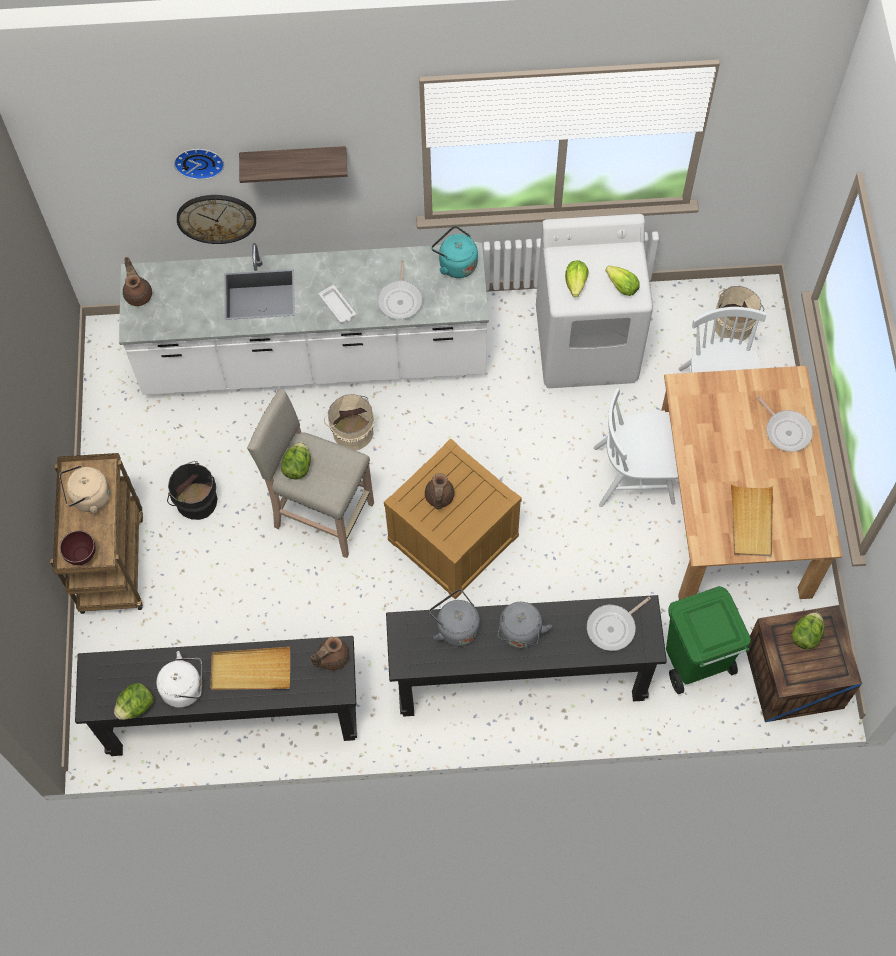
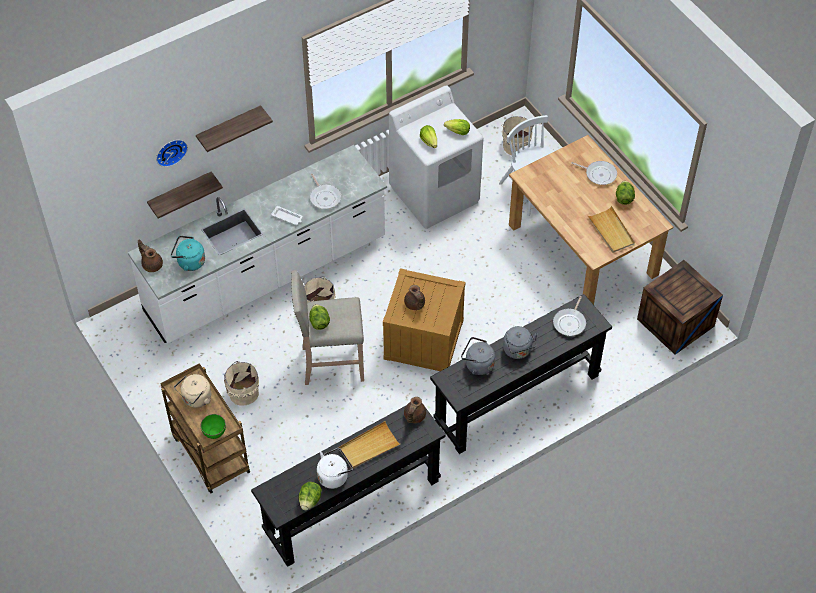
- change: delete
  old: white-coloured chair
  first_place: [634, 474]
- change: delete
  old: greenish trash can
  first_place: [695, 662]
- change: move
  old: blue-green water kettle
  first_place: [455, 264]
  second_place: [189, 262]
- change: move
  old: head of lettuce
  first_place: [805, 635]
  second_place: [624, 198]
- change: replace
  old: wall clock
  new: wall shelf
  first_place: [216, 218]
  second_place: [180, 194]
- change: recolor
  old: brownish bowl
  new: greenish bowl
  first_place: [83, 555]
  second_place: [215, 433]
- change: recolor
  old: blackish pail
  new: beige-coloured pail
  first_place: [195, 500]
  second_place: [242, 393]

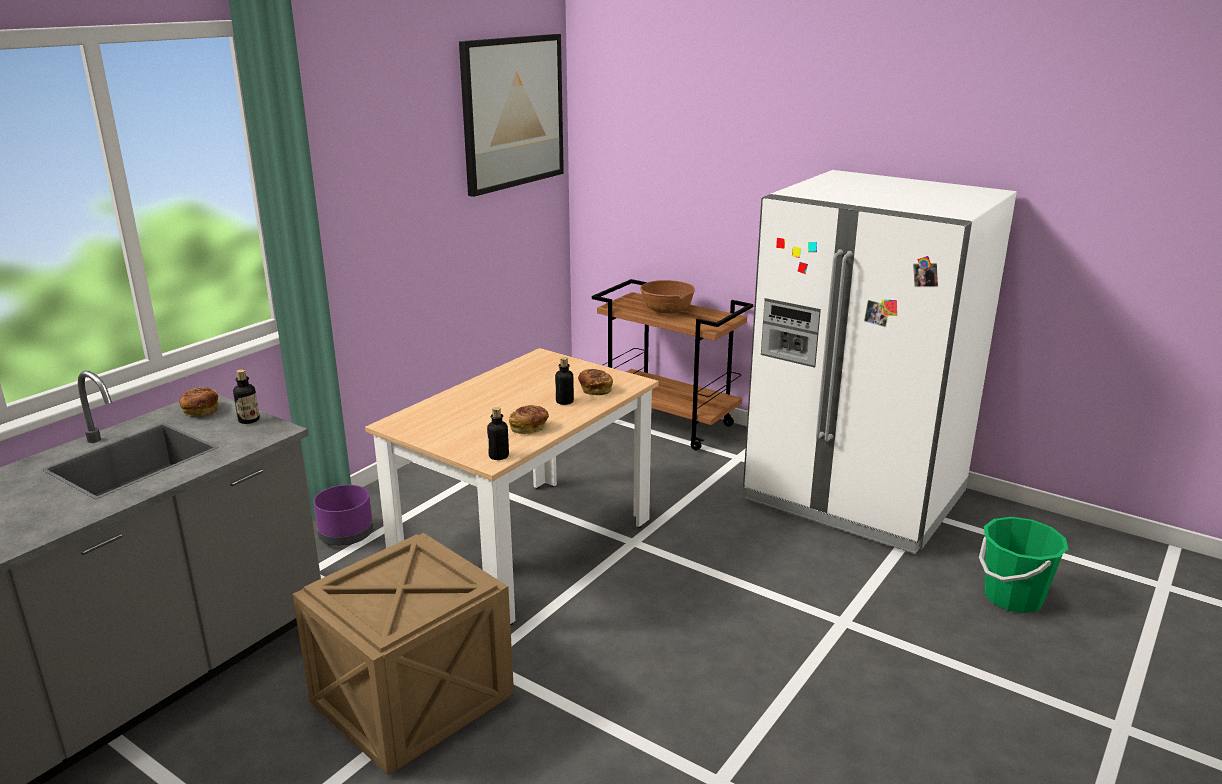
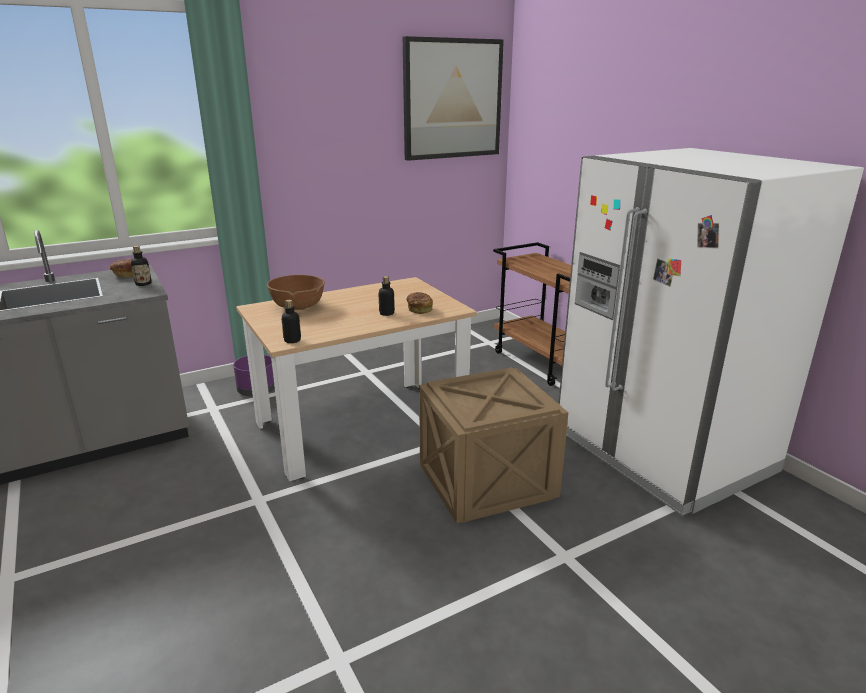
- change: delete
  old: bakery bread
  first_place: [529, 428]
- change: delete
  old: greenish pail
  first_place: [1012, 597]
- change: move
  old: crate
  first_place: [414, 699]
  second_place: [488, 482]
- change: move
  old: brownish bowl
  first_place: [667, 311]
  second_place: [298, 307]

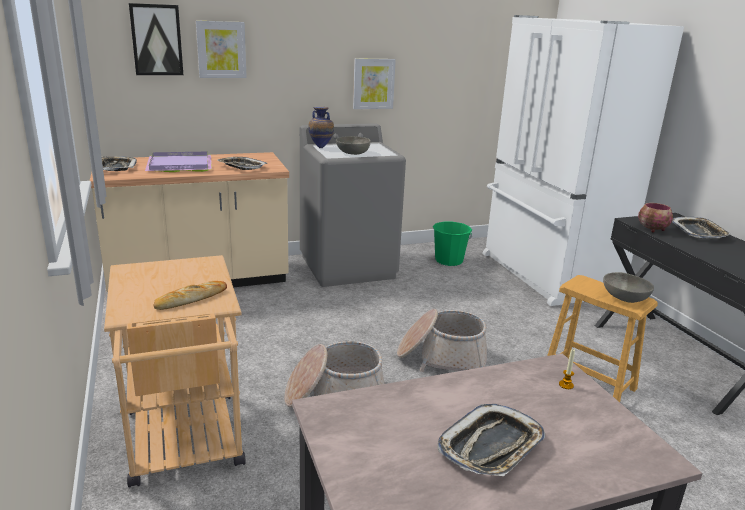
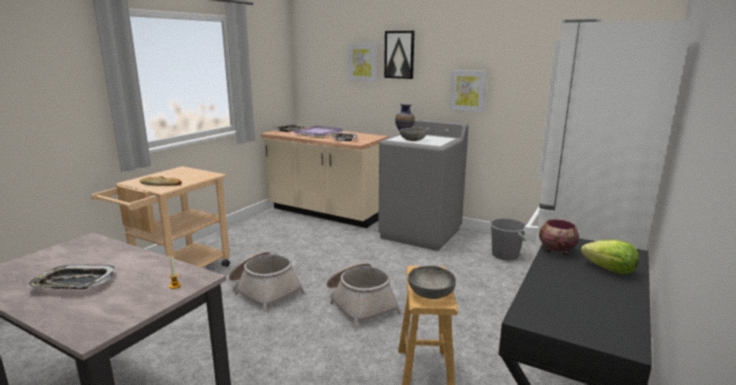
- change: move
  old: wall art
  first_place: [156, 40]
  second_place: [399, 54]
- change: replace
  old: carrying tray
  new: head of lettuce
  first_place: [698, 232]
  second_place: [609, 270]
- change: recolor
  old: greenish pail
  new: greyish pail
  first_place: [449, 261]
  second_place: [505, 255]

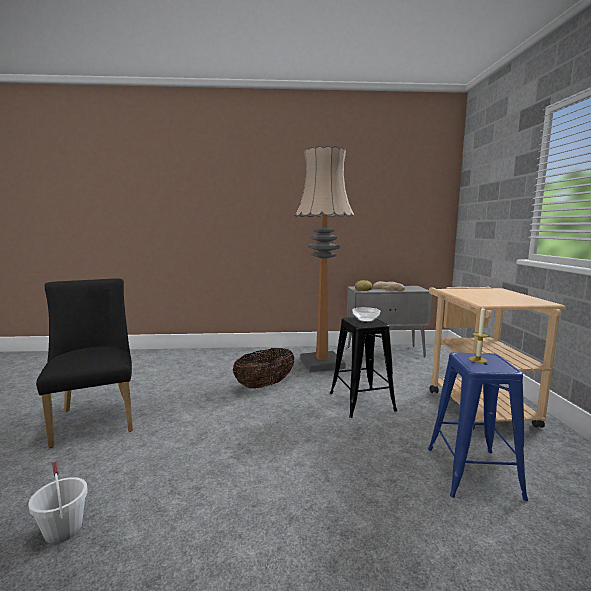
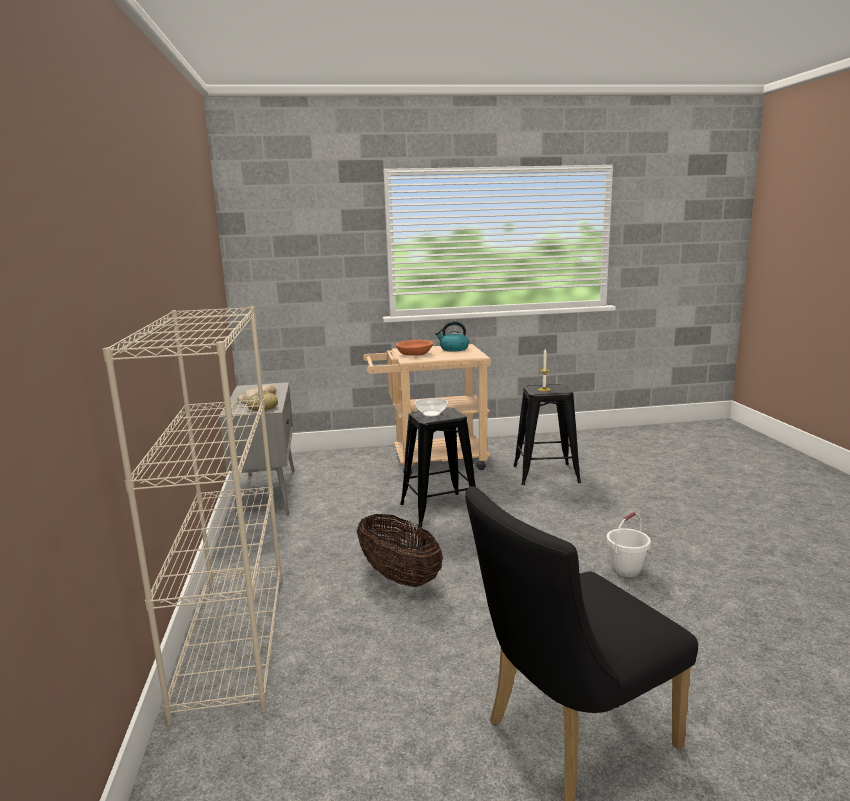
- change: delete
  old: standing lamp
  first_place: [322, 363]
- change: insert
  new: beige-coloured shelving unit
  second_place: [233, 640]
- change: insert
  new: orange-coloured bowl
  second_place: [415, 354]
- change: insert
  new: water kettle
  second_place: [453, 349]
- change: move
  old: white-coloured pail
  first_place: [63, 530]
  second_place: [626, 570]
- change: recolor
  old: blue stool seat
  new: blackish stool seat
  first_place: [472, 472]
  second_place: [546, 474]

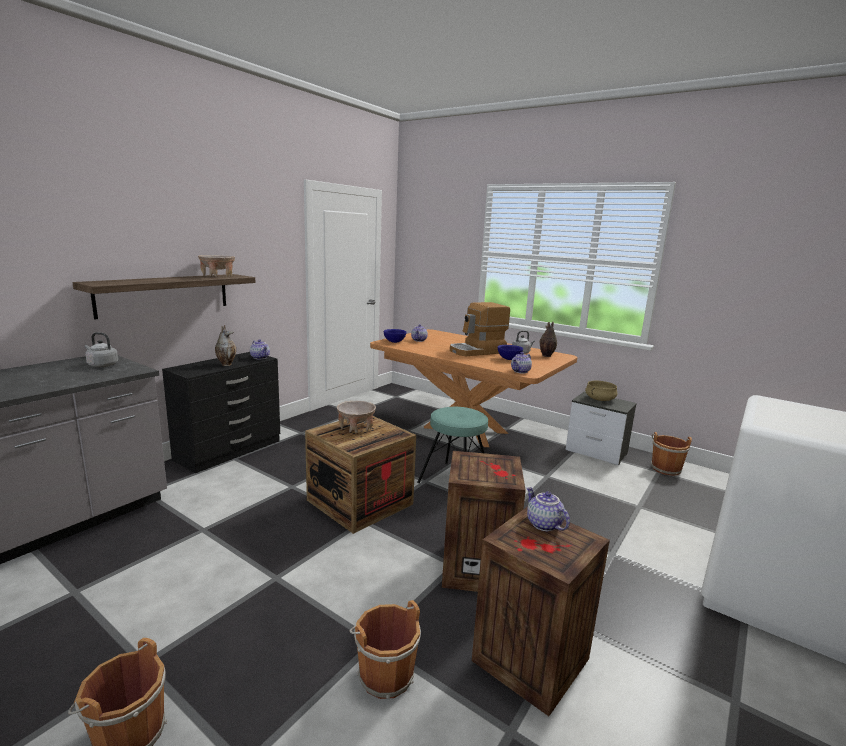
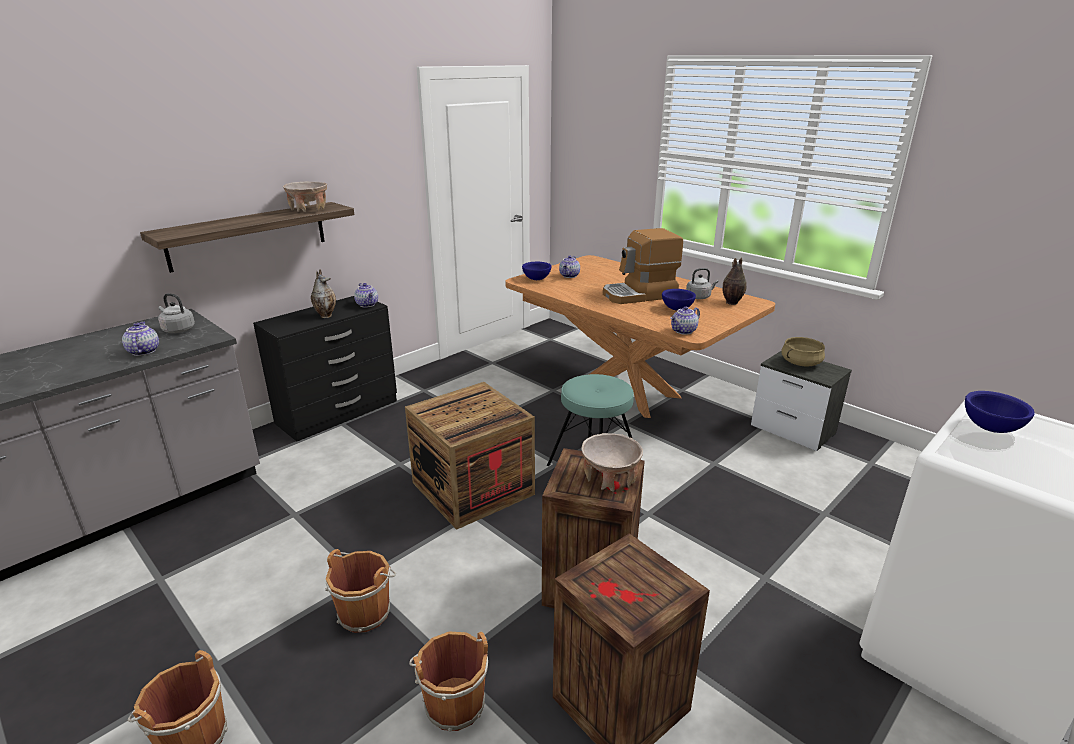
- change: insert
  new: blue bowl
  second_place: [991, 428]
- change: move
  old: beige-coloured bowl
  first_place: [356, 428]
  second_place: [610, 478]
- change: move
  old: tea pot
  first_place: [543, 524]
  second_place: [143, 351]
- change: move
  old: brownish pail
  first_place: [665, 468]
  second_place: [365, 611]

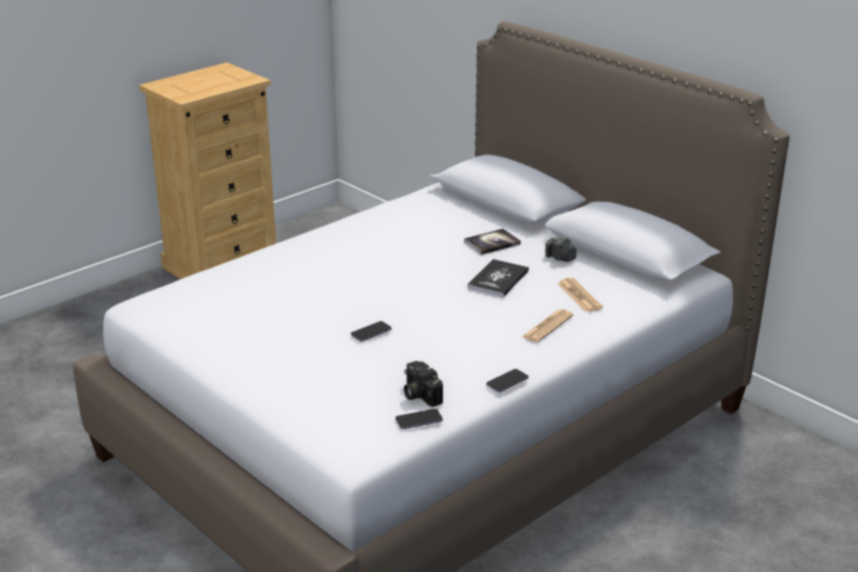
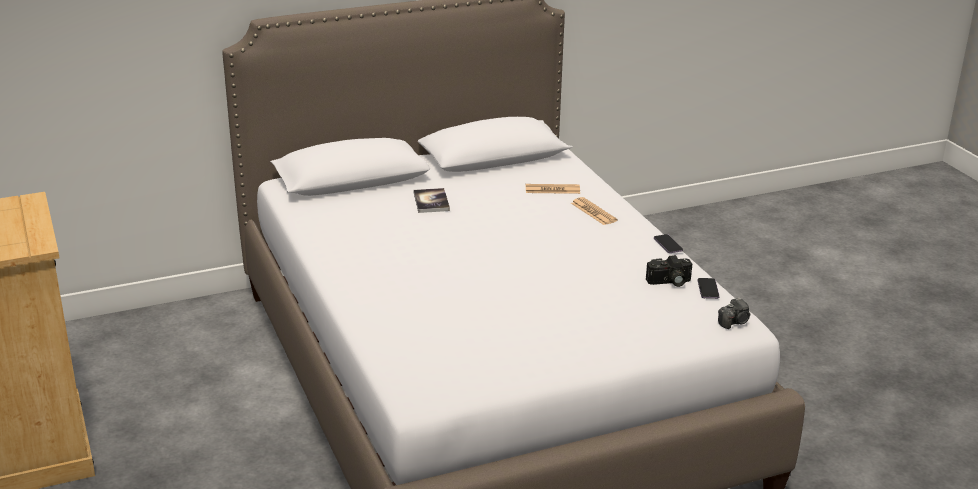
- change: delete
  old: telephone
  first_place: [371, 332]
- change: delete
  old: book
  first_place: [498, 279]
- change: move
  old: still camera
  first_place: [560, 258]
  second_place: [734, 322]

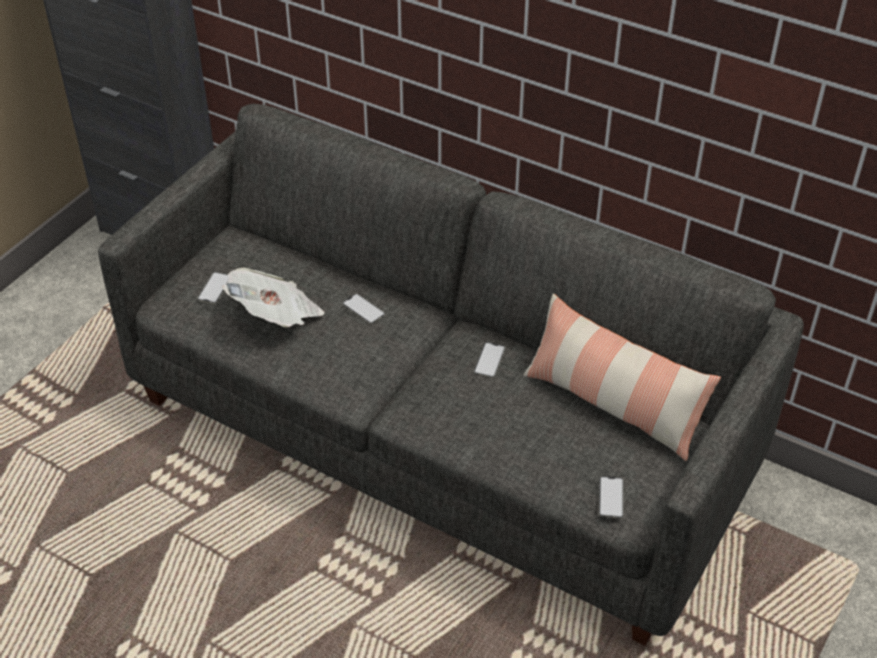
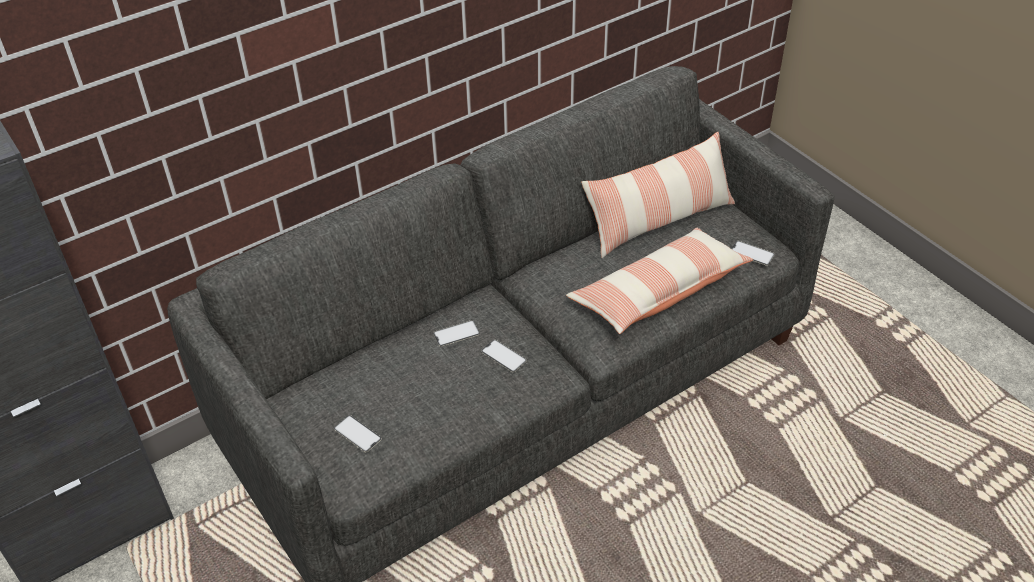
- change: delete
  old: newspaper
  first_place: [276, 316]
- change: insert
  new: cushion
  second_place: [658, 292]
- change: move
  old: telephone
  first_place: [489, 360]
  second_place: [503, 356]

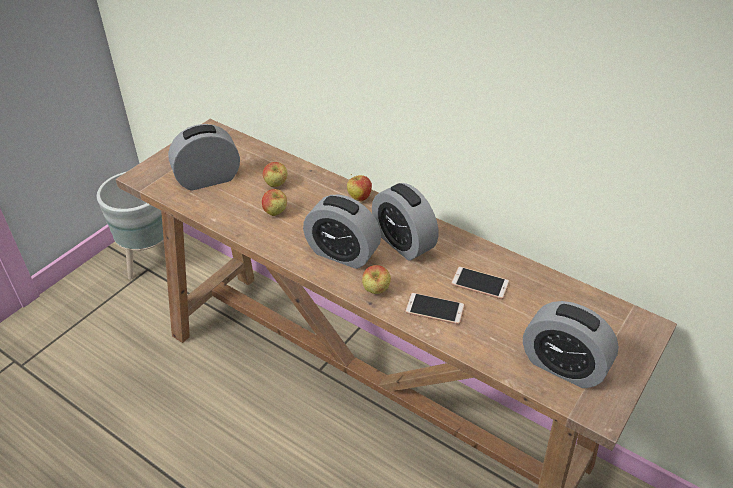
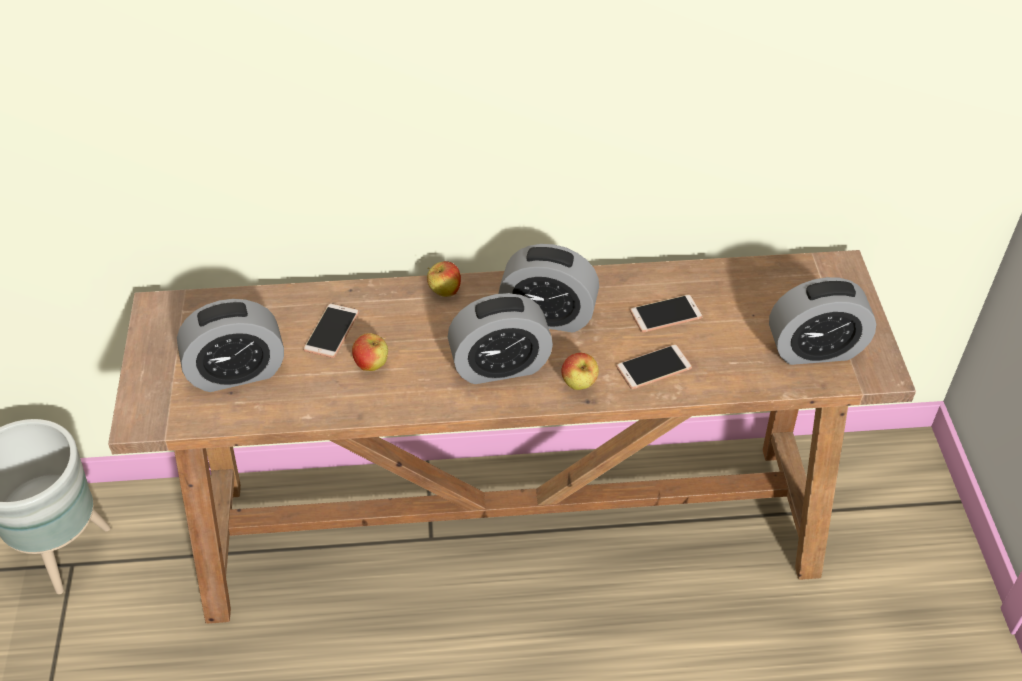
- change: replace
  old: whole apple
  new: telephone
  first_place: [276, 185]
  second_place: [331, 331]
- change: rotate
  old: alarm clock
  first_place: [208, 179]
  second_place: [237, 372]
  degrees: -135

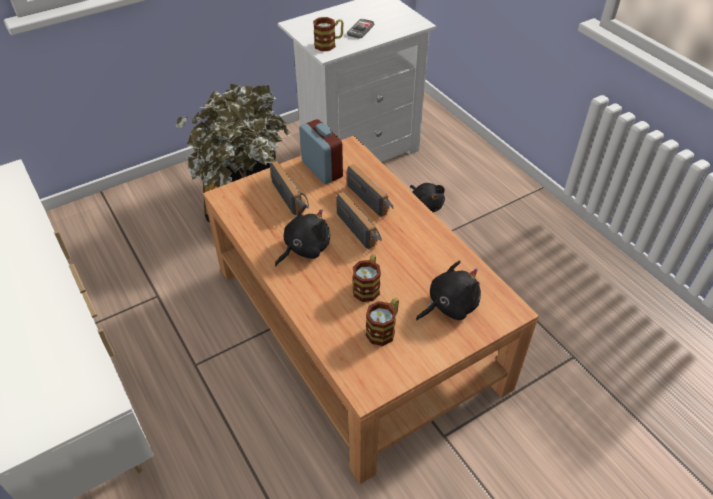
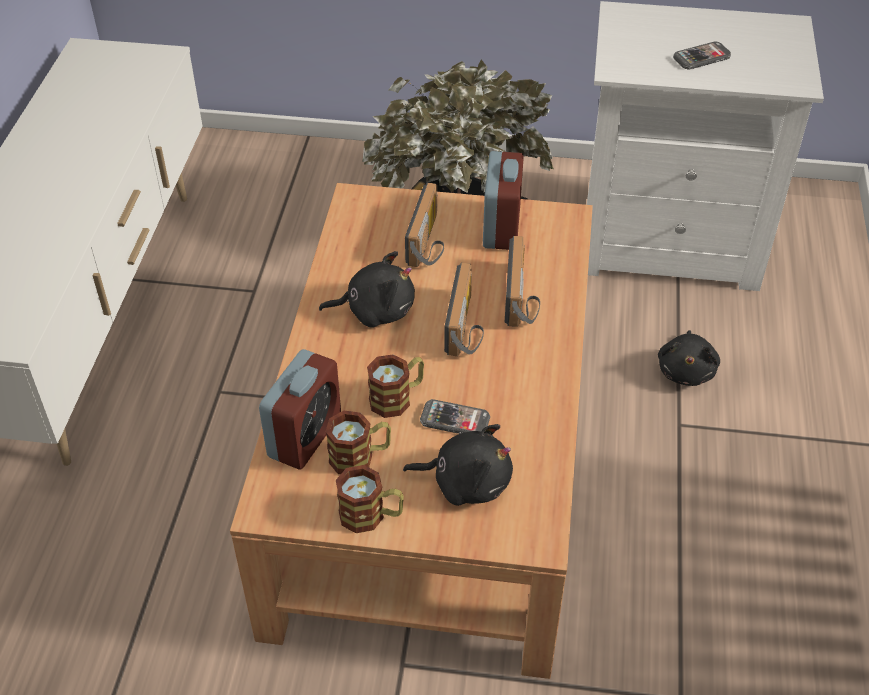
- change: insert
  new: alarm clock
  second_place: [305, 436]
- change: insert
  new: telephone
  second_place: [455, 420]
- change: move
  old: tea mug
  first_place: [329, 44]
  second_place: [371, 515]

